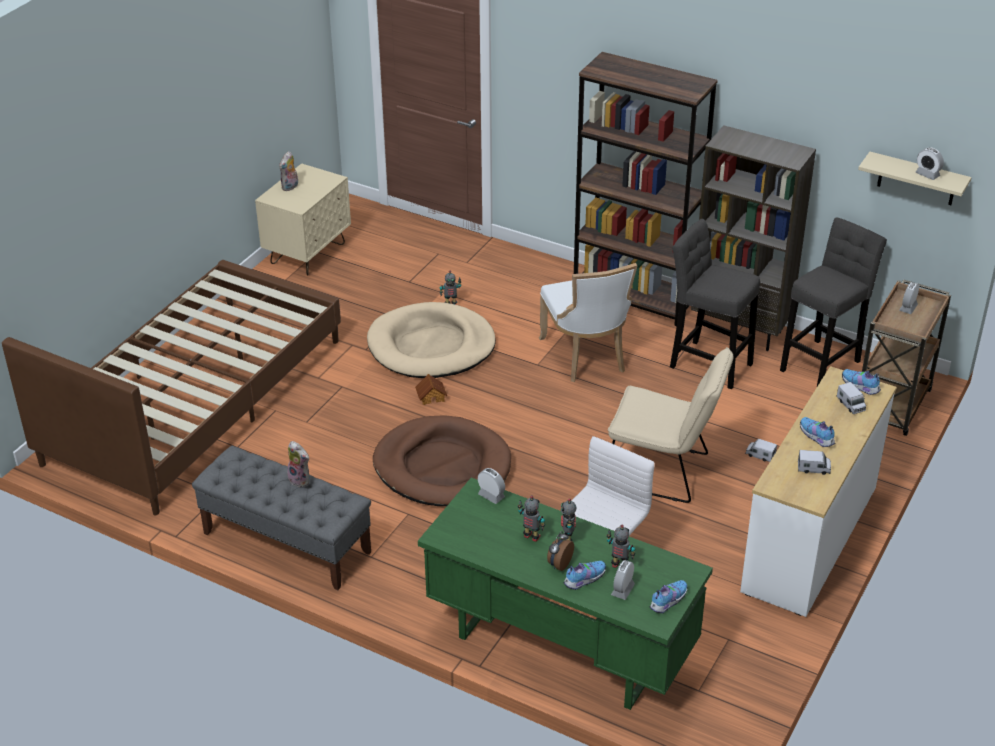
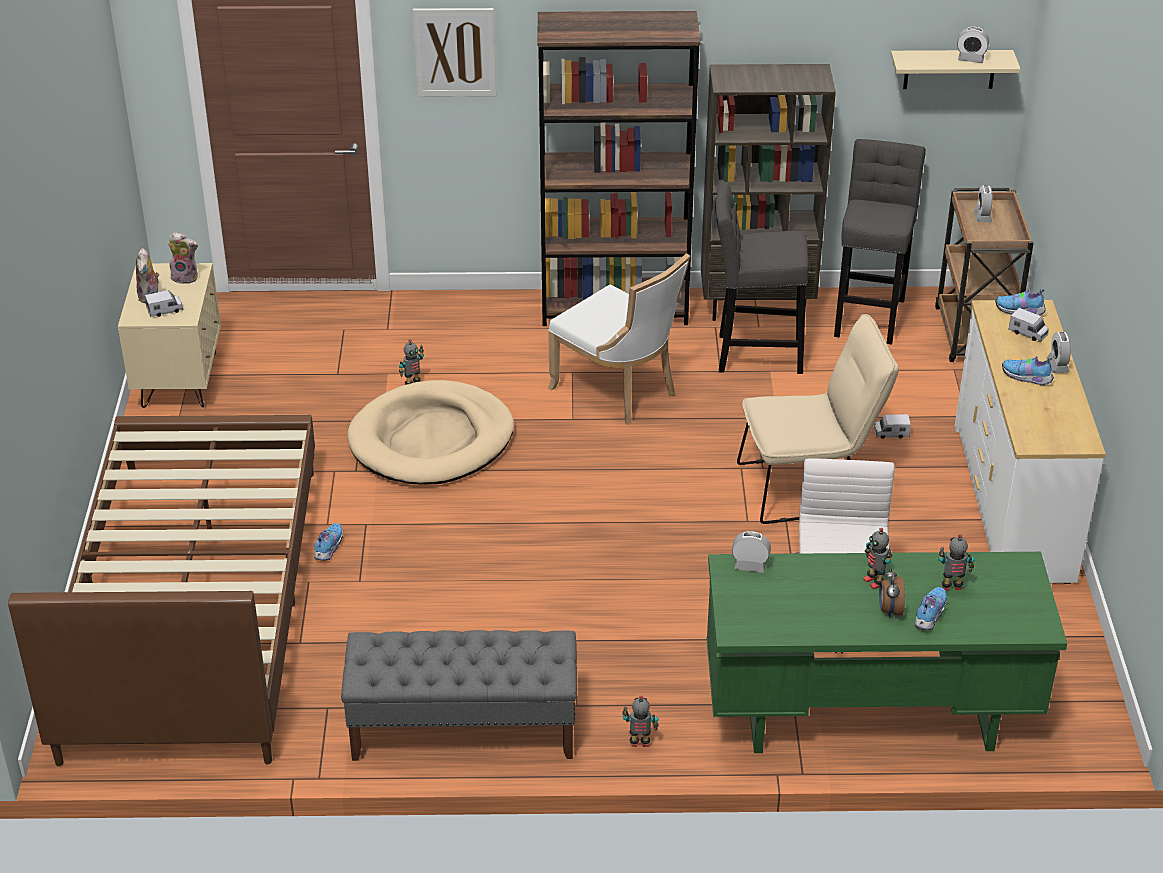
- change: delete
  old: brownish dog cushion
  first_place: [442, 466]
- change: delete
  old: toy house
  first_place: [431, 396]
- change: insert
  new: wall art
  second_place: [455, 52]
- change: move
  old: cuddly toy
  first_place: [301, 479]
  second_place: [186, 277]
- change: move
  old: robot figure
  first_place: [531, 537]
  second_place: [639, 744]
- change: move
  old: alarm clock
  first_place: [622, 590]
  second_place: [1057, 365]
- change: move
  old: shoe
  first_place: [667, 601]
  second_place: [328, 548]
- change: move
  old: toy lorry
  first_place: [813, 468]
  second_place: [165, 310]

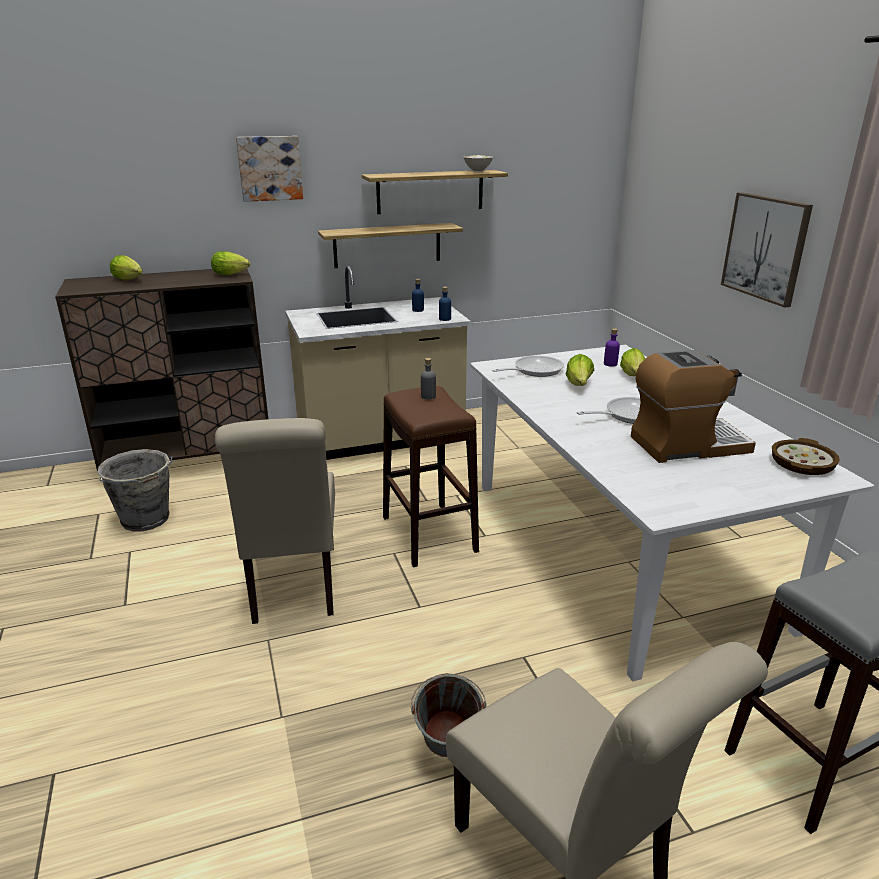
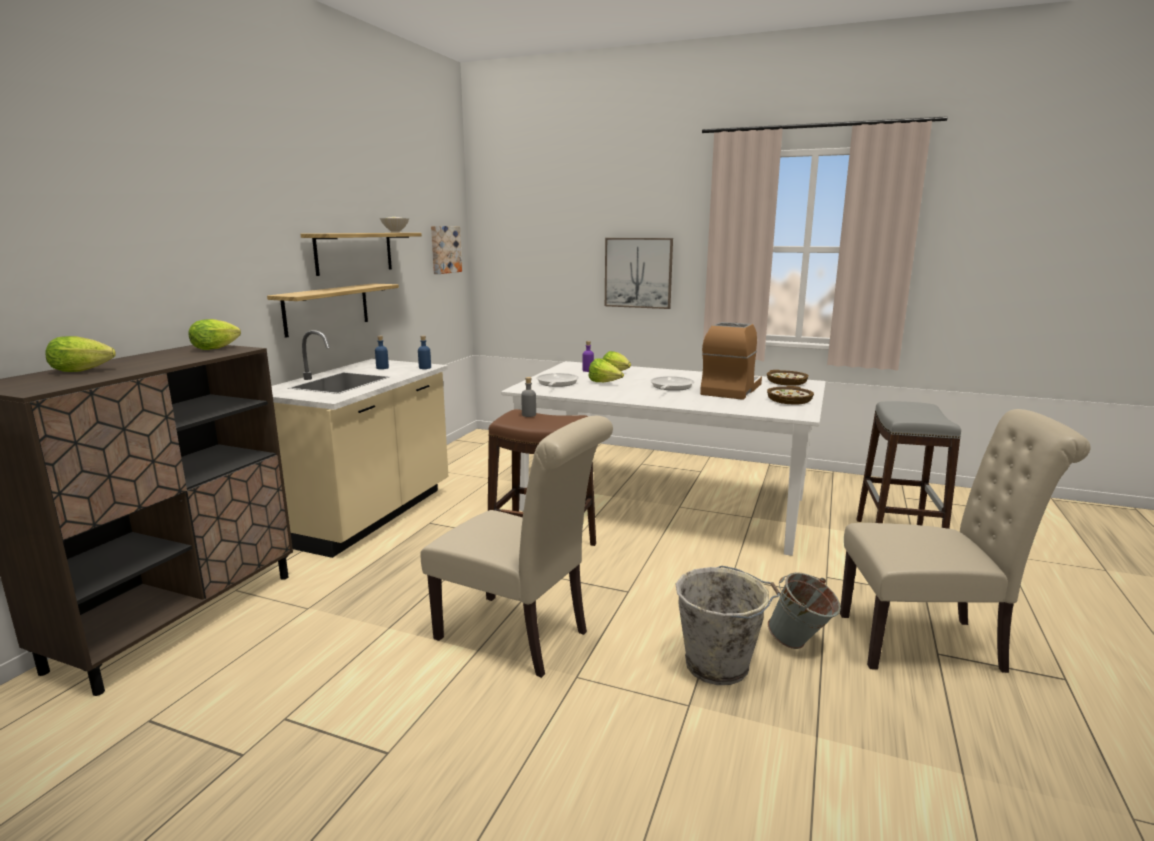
- change: insert
  new: bowl
  second_place: [790, 400]
- change: move
  old: greyish pail
  first_place: [146, 520]
  second_place: [719, 665]
- change: move
  old: wall art
  first_place: [270, 168]
  second_place: [444, 249]

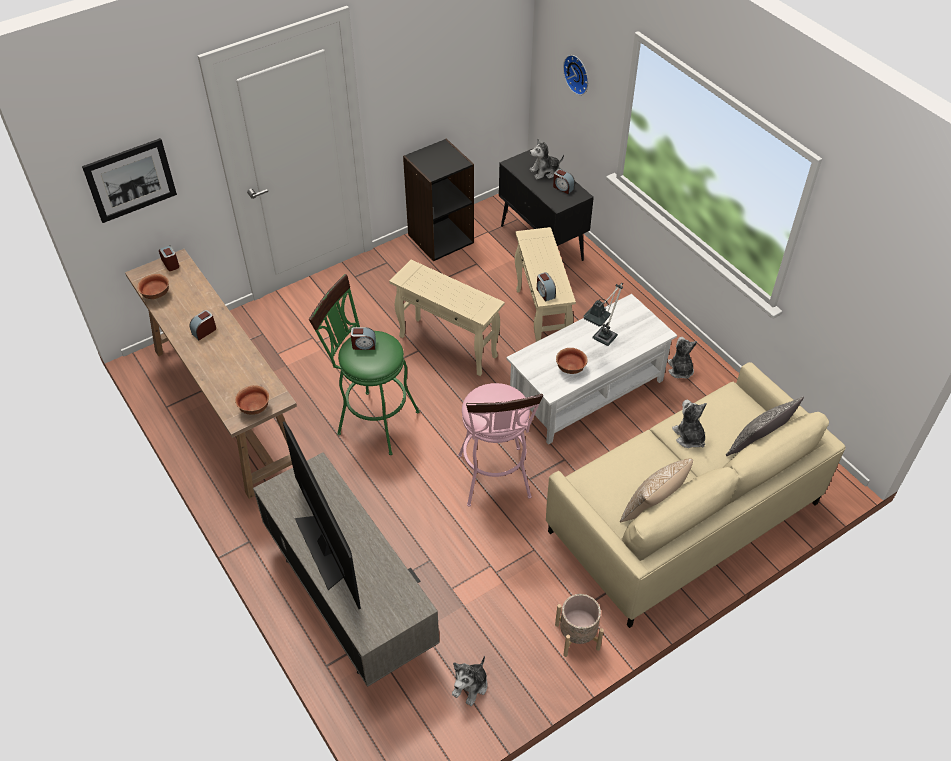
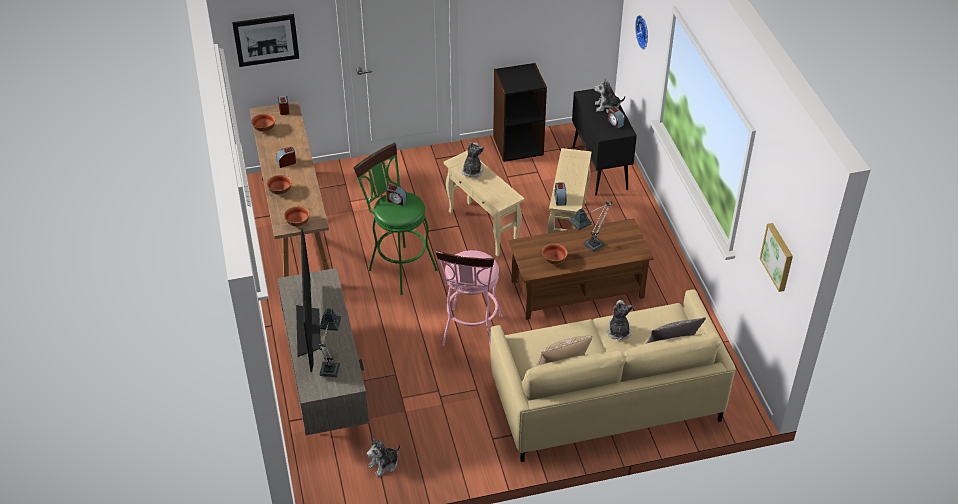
- change: delete
  old: beige-coloured flower pot
  first_place: [577, 636]
- change: insert
  new: bowl
  second_place: [280, 191]
- change: insert
  new: tabletop lamp
  second_place: [331, 366]
- change: insert
  new: wall art
  second_place: [778, 256]
- change: move
  old: cuddly toy
  first_place: [680, 370]
  second_place: [472, 171]
- change: recolor
  old: white-coloured low table
  new: brownish low table
  first_place: [586, 391]
  second_place: [577, 289]

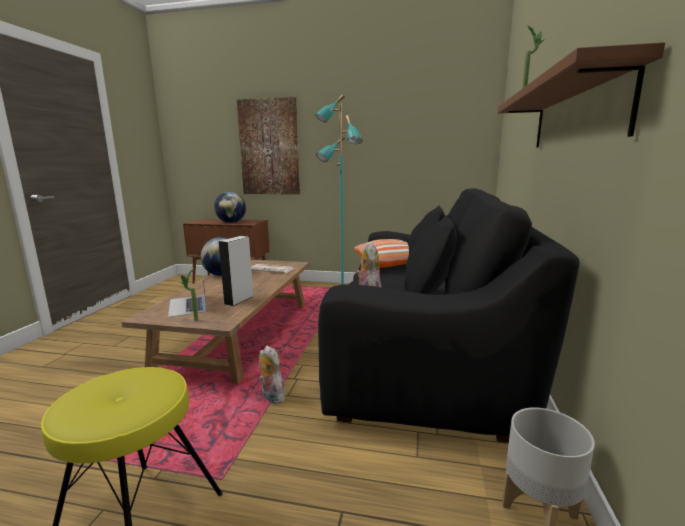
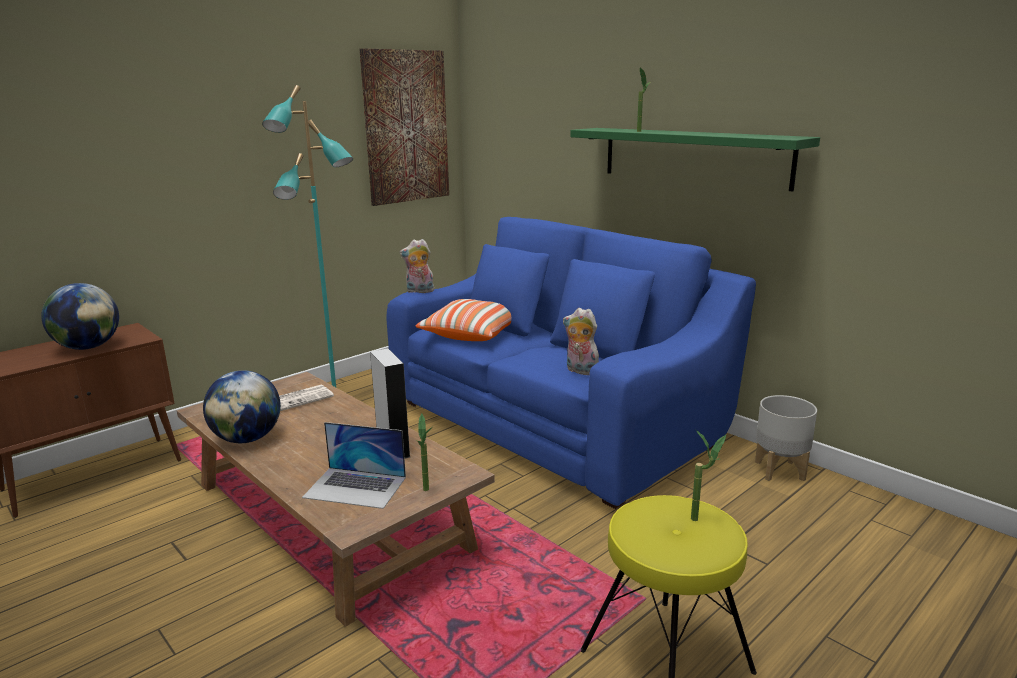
- change: insert
  new: potted plant
  second_place: [702, 519]
- change: move
  old: wall art
  first_place: [269, 147]
  second_place: [406, 127]
- change: move
  old: cuddly toy
  first_place: [271, 397]
  second_place: [419, 291]
- change: recolor
  old: blackish sofa
  new: blue sofa
  first_place: [426, 353]
  second_place: [553, 422]
- change: recolor
  old: brownish wall shelf
  new: greenish wall shelf
  first_place: [575, 114]
  second_place: [693, 156]

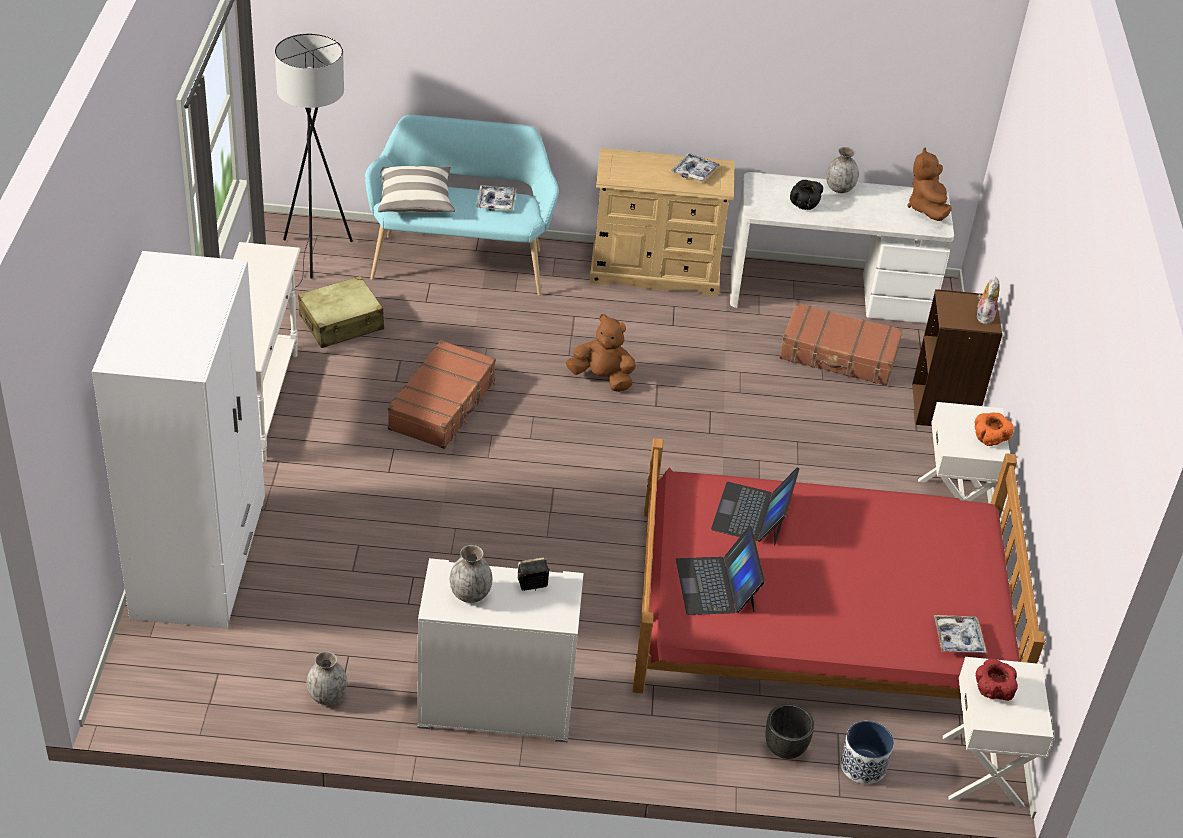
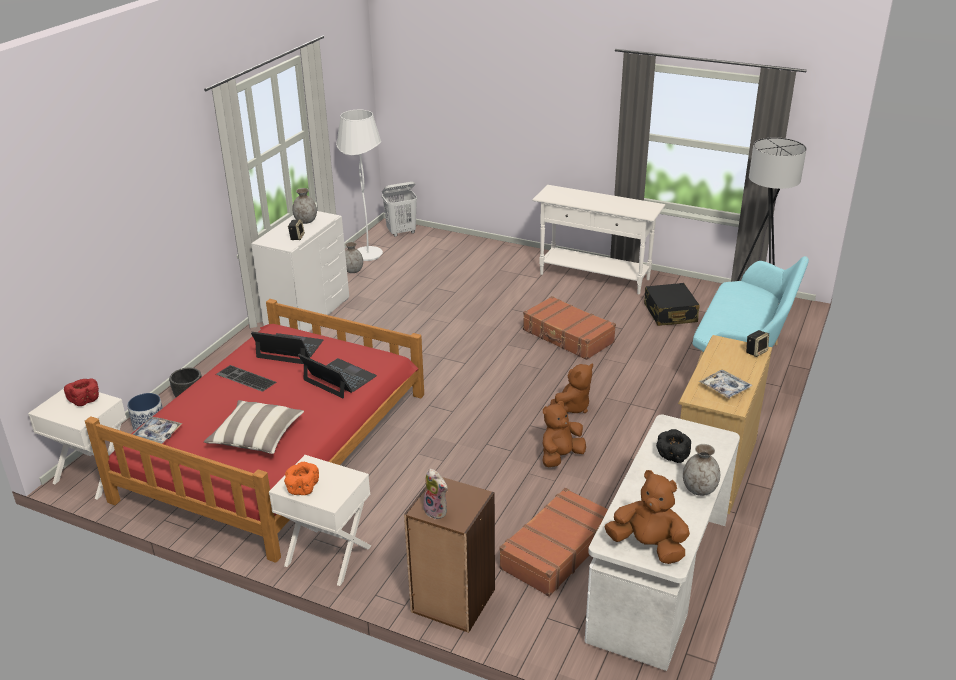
- change: delete
  old: white-coloured armoire
  first_place: [201, 559]
- change: delete
  old: carrying tray
  first_place: [496, 202]
- change: insert
  new: computer keyboard
  second_place: [244, 379]
- change: insert
  new: white-coloured standing lamp
  second_place: [367, 255]
- change: insert
  new: white-coloured hamper
  second_place: [401, 232]
- change: insert
  new: brownish cuddly toy
  second_place: [560, 457]
- change: insert
  new: loudspeaker
  second_place: [756, 351]
- change: move
  old: cushion
  first_place: [415, 200]
  second_place: [257, 437]
- change: recolor
  old: beige-coloured travel case
  new: blackish travel case
  first_place: [342, 323]
  second_place: [670, 313]

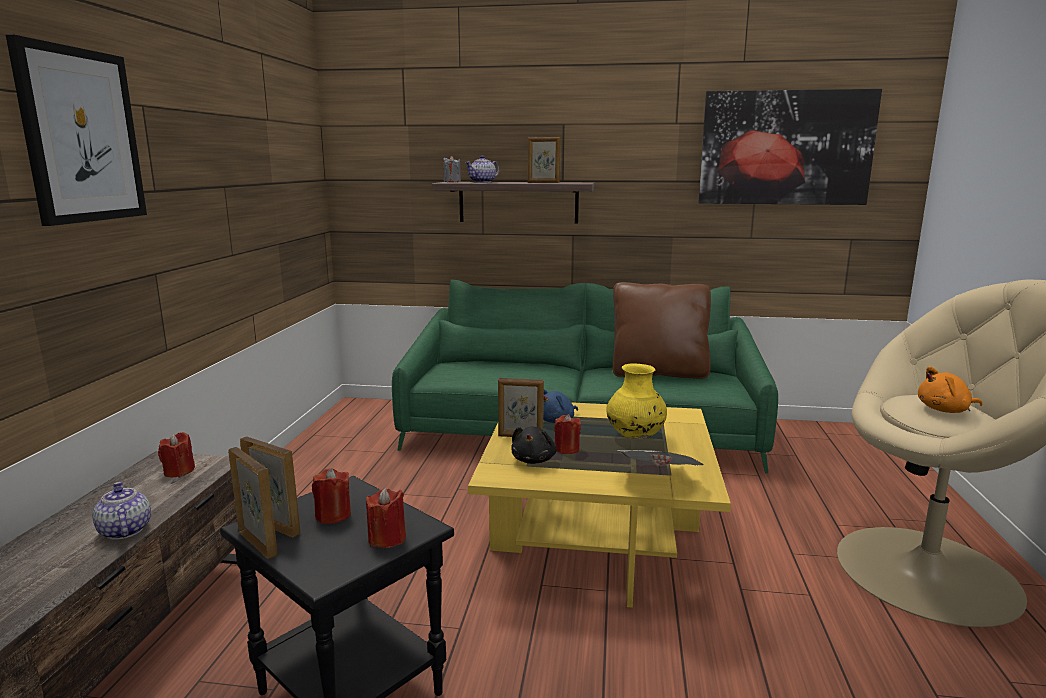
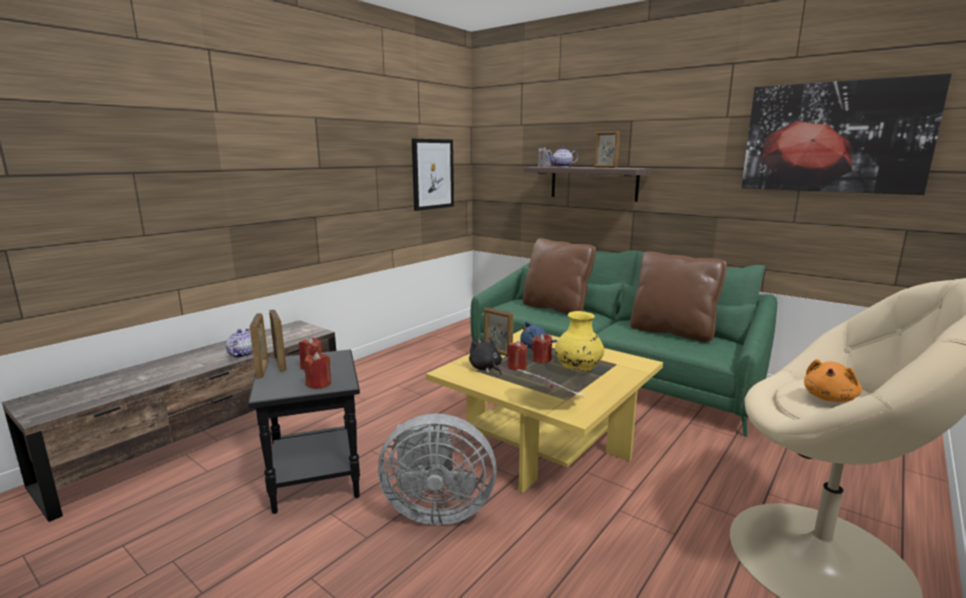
- change: insert
  new: greyish fan
  second_place: [436, 509]
- change: insert
  new: brownish cushion
  second_place: [556, 308]
- change: move
  old: wall art
  first_place: [81, 136]
  second_place: [432, 174]
- change: move
  old: red candle
  first_place: [179, 471]
  second_place: [541, 360]
- change: rotate
  old: blackish cuddly toy
  first_place: [534, 460]
  second_place: [486, 368]
  degrees: 105
- change: rotate
  old: orange-coloured cuddly toy
  first_place: [945, 410]
  second_place: [829, 398]
  degrees: -75

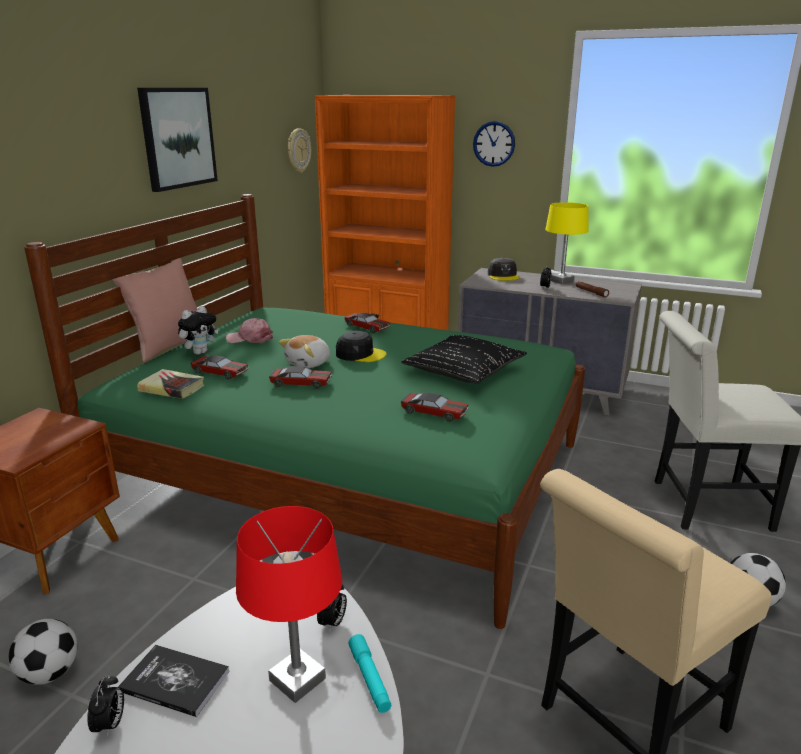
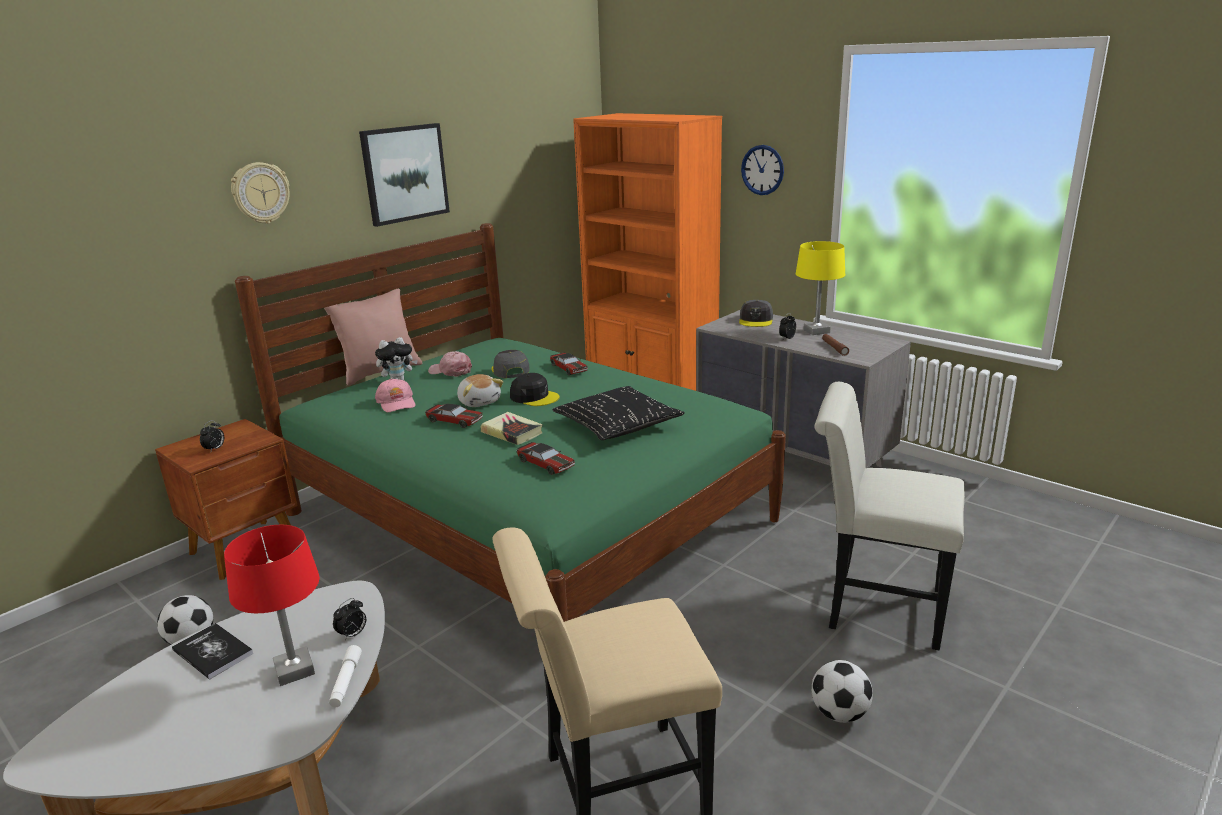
- change: insert
  new: greyish cap
  second_place: [510, 370]
- change: move
  old: alarm clock
  first_place: [110, 724]
  second_place: [215, 449]
- change: move
  old: book
  first_place: [172, 388]
  second_place: [512, 432]
- change: move
  old: wall clock
  first_place: [298, 150]
  second_place: [260, 193]
- change: replace
  old: miniature car
  new: pinkish cap
  first_place: [220, 372]
  second_place: [396, 403]
- change: recolor
  old: blue-green hand torch
  new: white-coloured hand torch
  first_place: [369, 678]
  second_place: [346, 681]
- change: rotate
  old: cuddly toy
  first_place: [309, 363]
  second_place: [479, 402]
  degrees: -90

